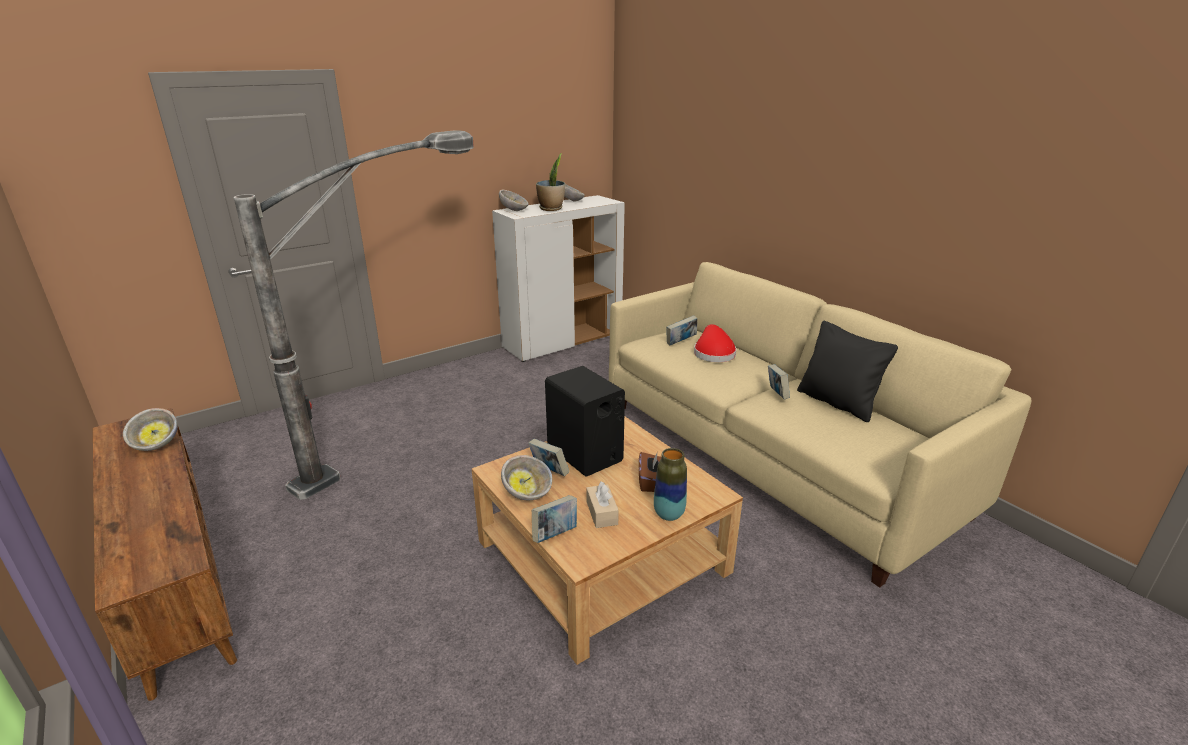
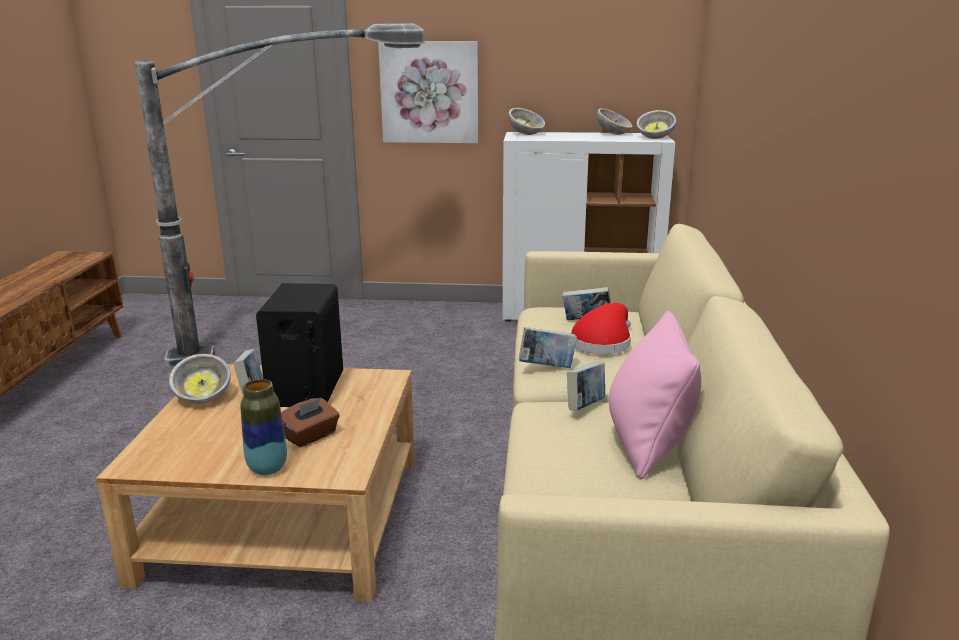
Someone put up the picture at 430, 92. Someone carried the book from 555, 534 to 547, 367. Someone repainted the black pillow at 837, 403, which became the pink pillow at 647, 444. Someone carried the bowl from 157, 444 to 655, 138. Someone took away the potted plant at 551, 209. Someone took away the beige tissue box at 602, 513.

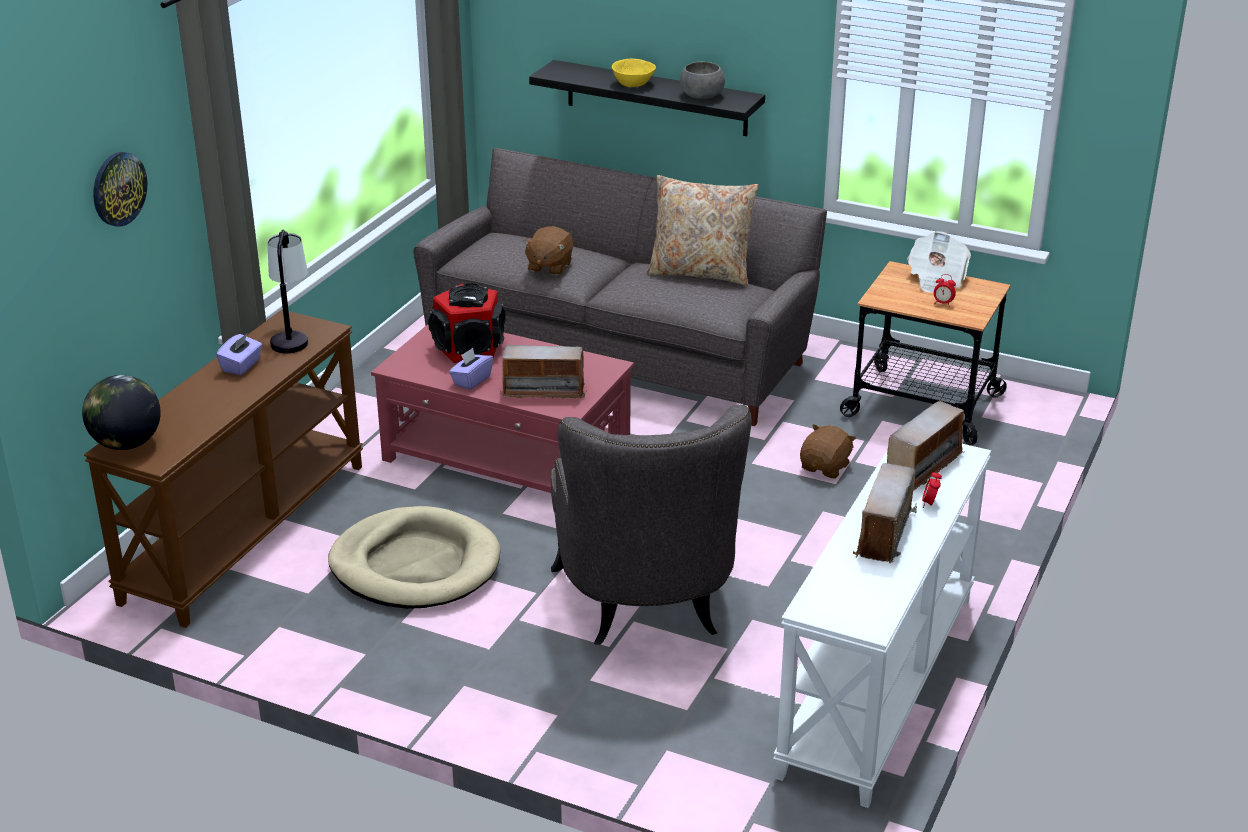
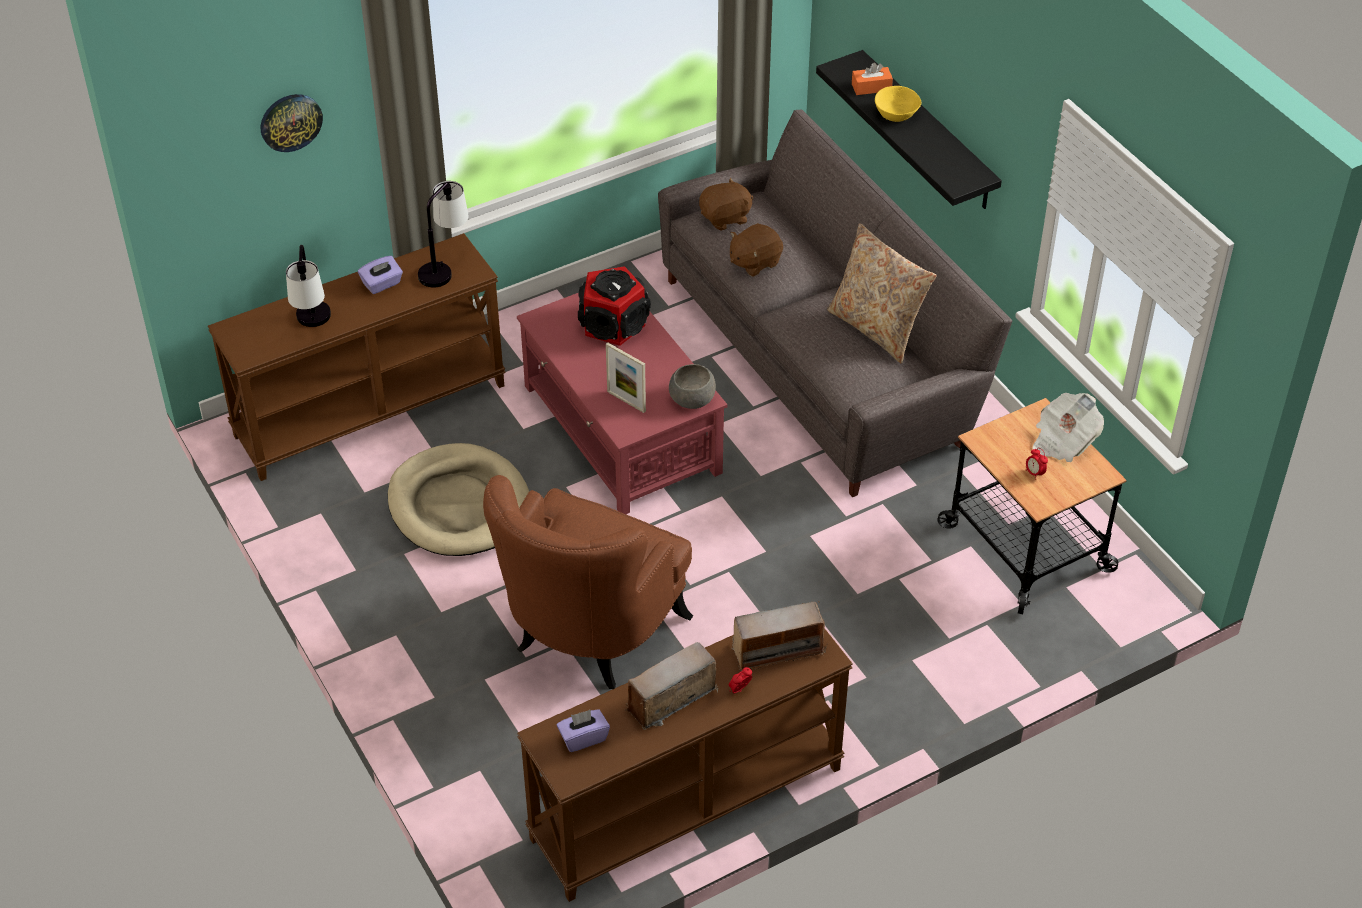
Someone put down the table lamp at 314, 327. Someone repainted the grey armchair at 647, 606, which became the brown armchair at 588, 635. Someone repainted the white console table at 880, 685, which became the brown console table at 687, 805. Someone carried the purple tissue box from 471, 380 to 583, 738. Someone swapped the radio at 544, 390 for the picture frame at 626, 401. Someone carried the grey bowl from 701, 95 to 691, 398. Someone carried the brown plush toy from 825, 467 to 725, 218. Someone put down the orange tissue box at 871, 87. Someone took away the globe at 127, 444.

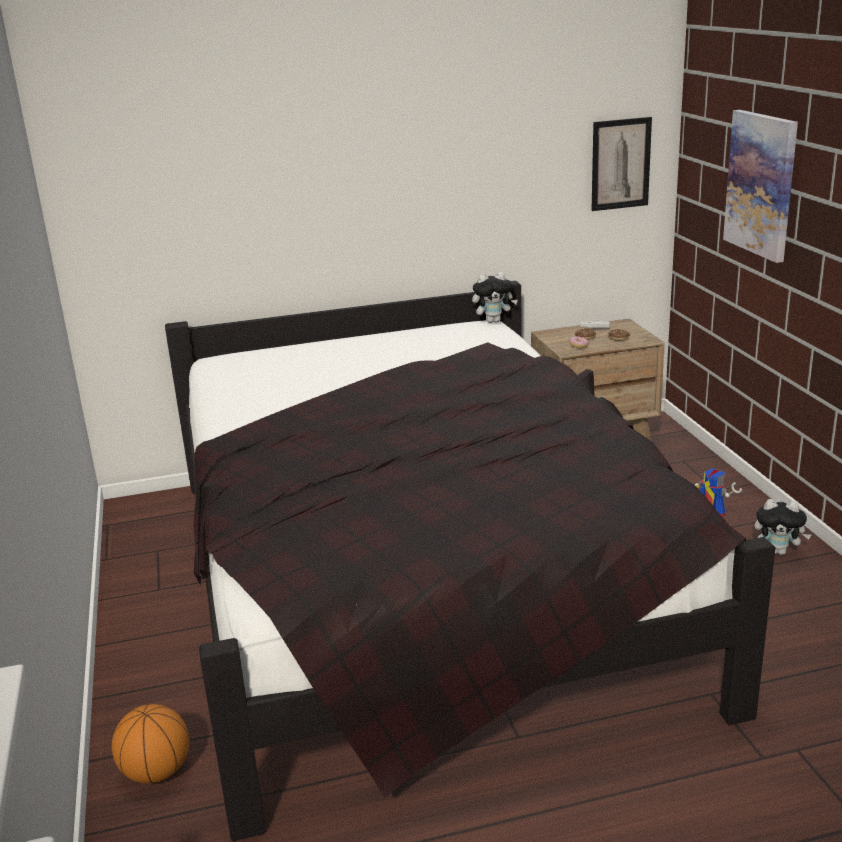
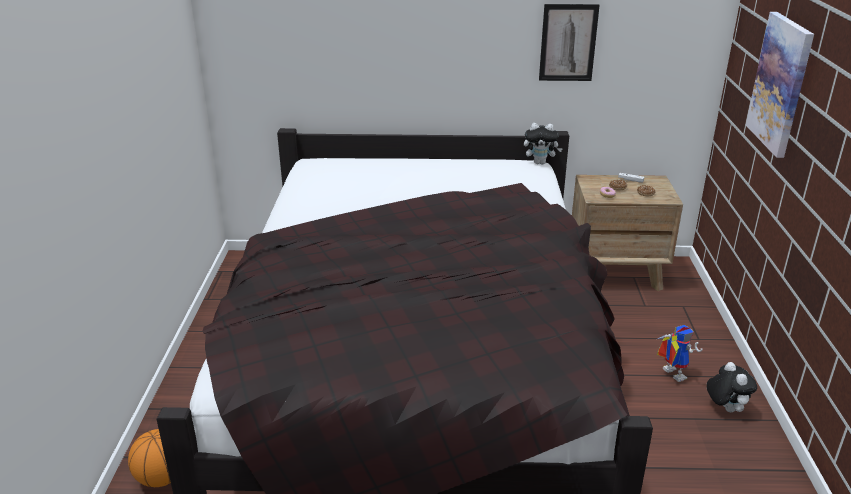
Someone carried the picture from 620, 164 to 568, 43. Someone rotated the plush toy at 778, 551 by 135 degrees counterclockwise.

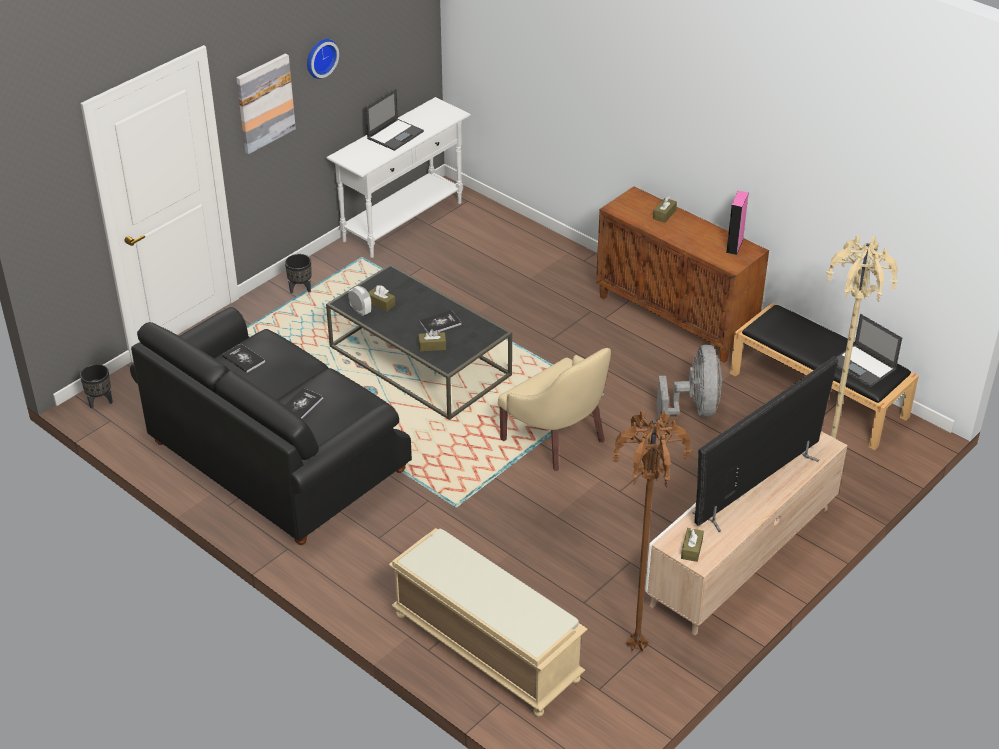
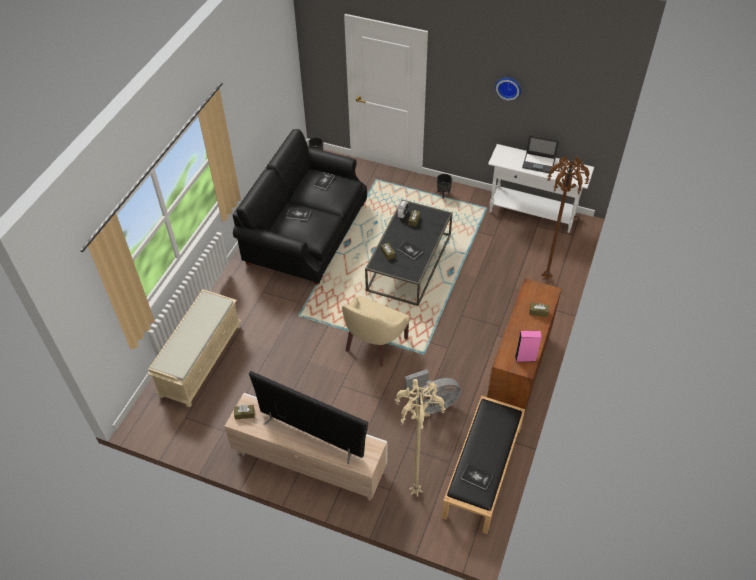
Someone swapped the laptop at 863, 366 for the book at 476, 477. Someone carried the brown floor lamp from 634, 647 to 545, 277. Someone took away the picture at 265, 103.

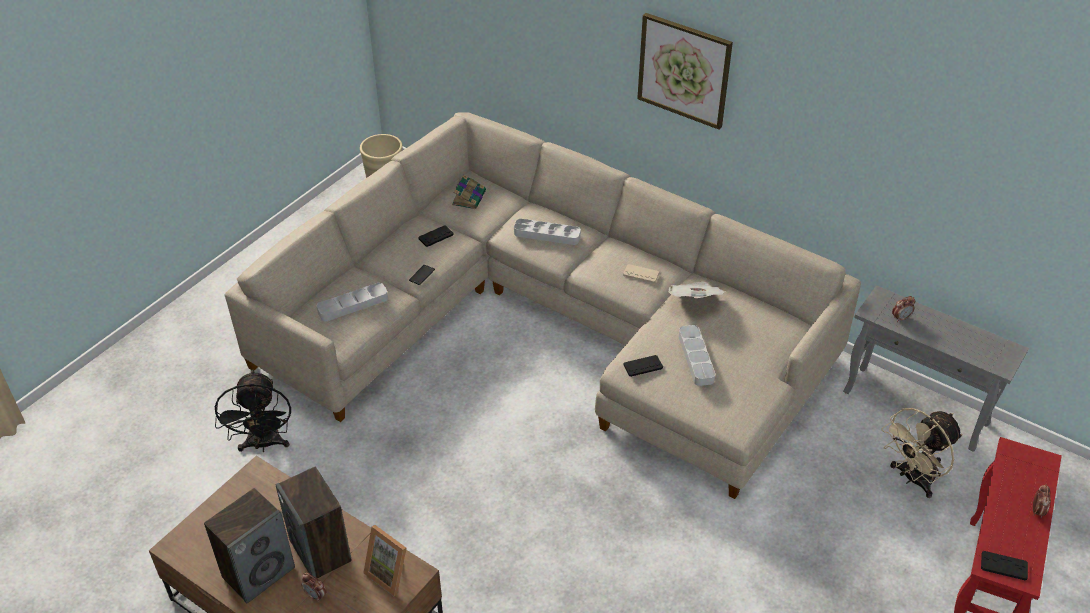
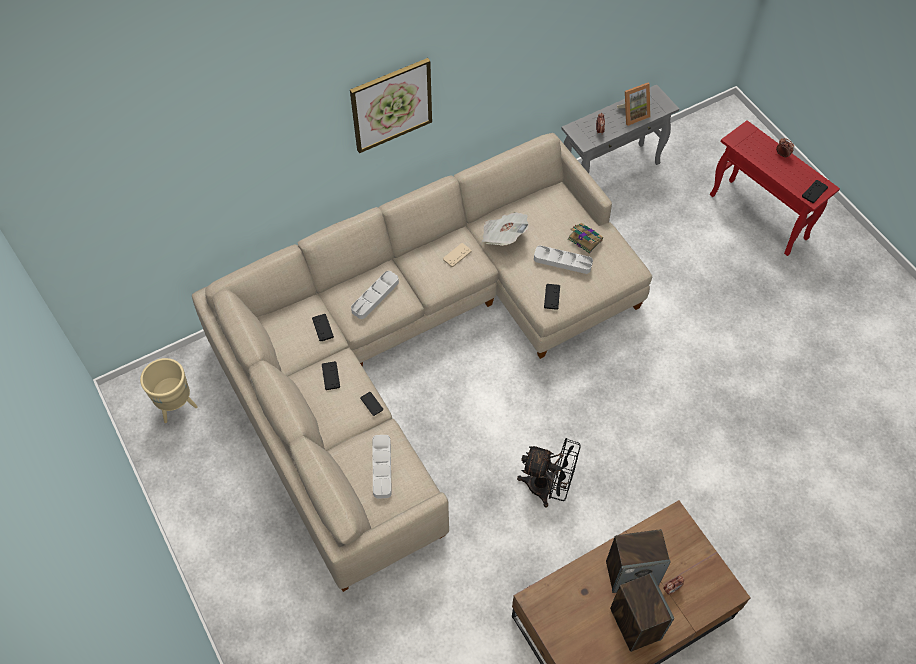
Someone put down the black game controller at 322, 328. Someone carried the black fan from 264, 444 to 548, 487. Someone carried the book from 469, 197 to 584, 239. Someone carried the picture frame from 391, 573 to 633, 114. Someone took away the beige fan at 912, 479.

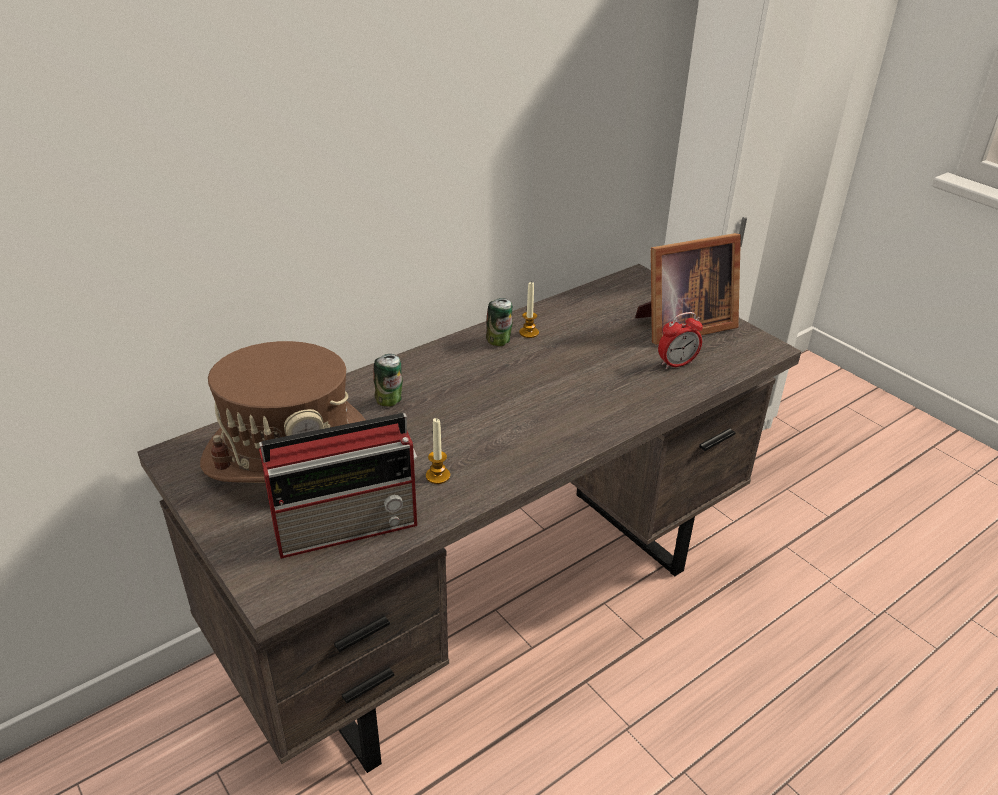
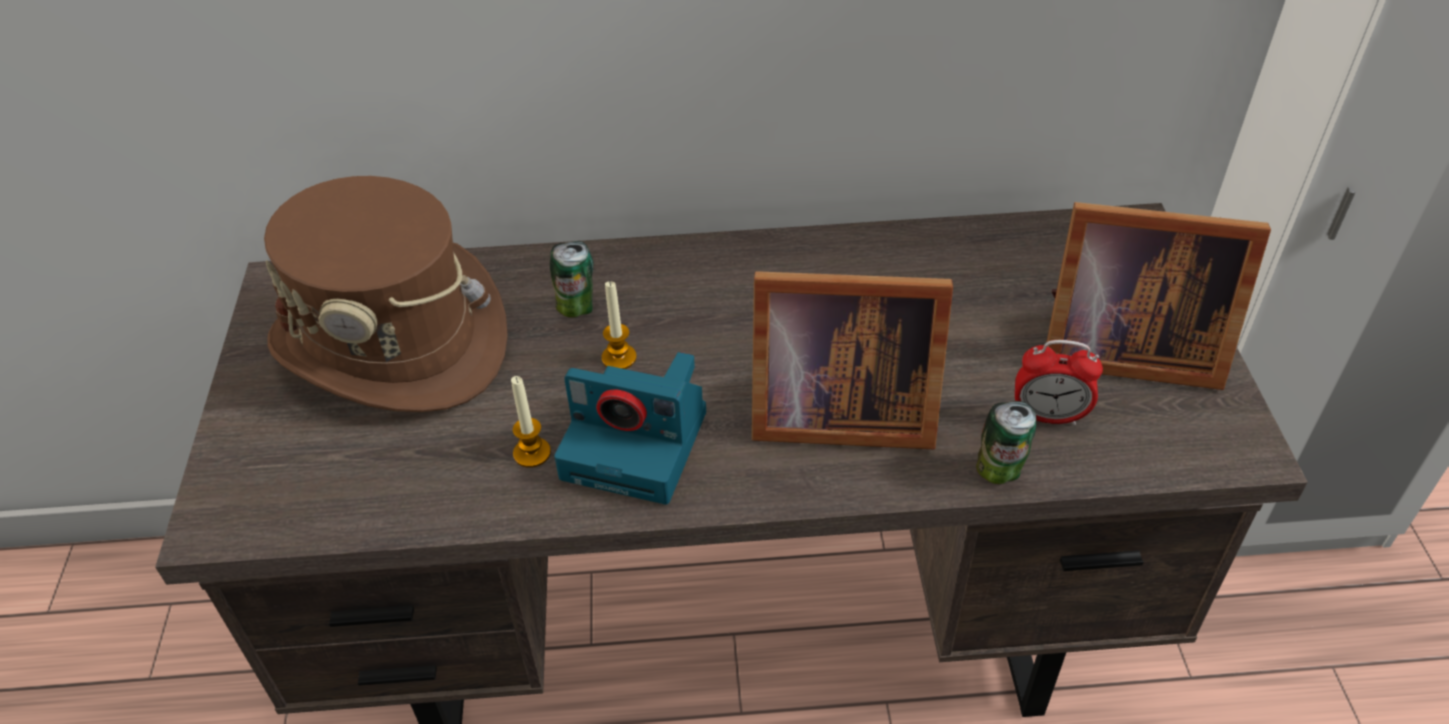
Someone put down the photo camera at 638, 444. Someone carried the candle from 529, 333 to 619, 358. Someone put down the picture frame at 835, 412. Someone carried the can from 499, 341 to 1000, 471. Someone took away the radio at 349, 525.

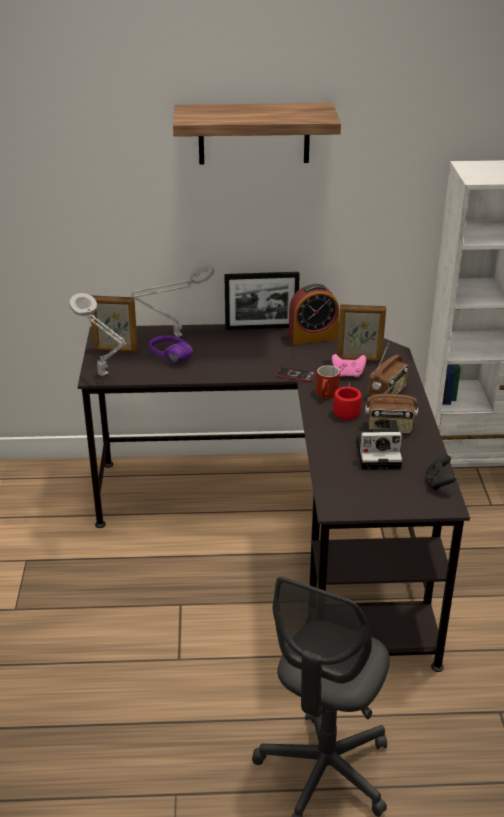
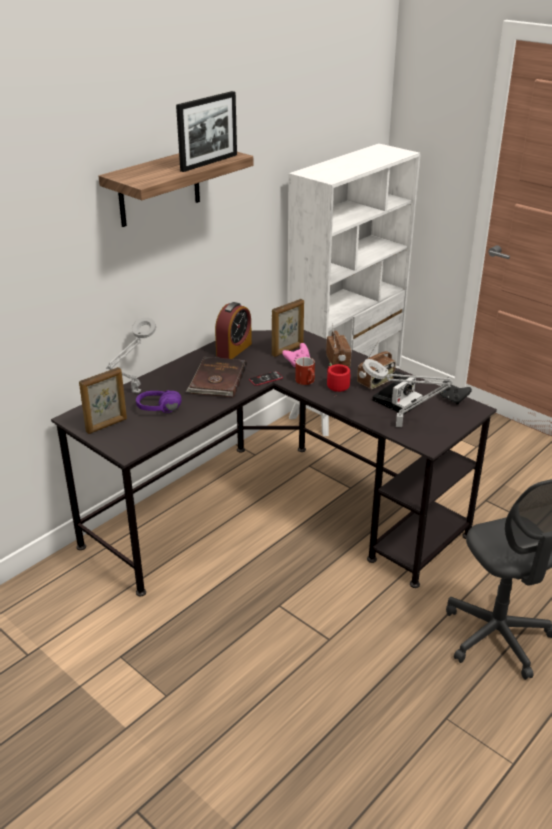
Someone carried the picture frame from 261, 327 to 209, 163. Someone put down the brown book at 217, 380. Someone carried the grey table lamp from 104, 376 to 401, 426.

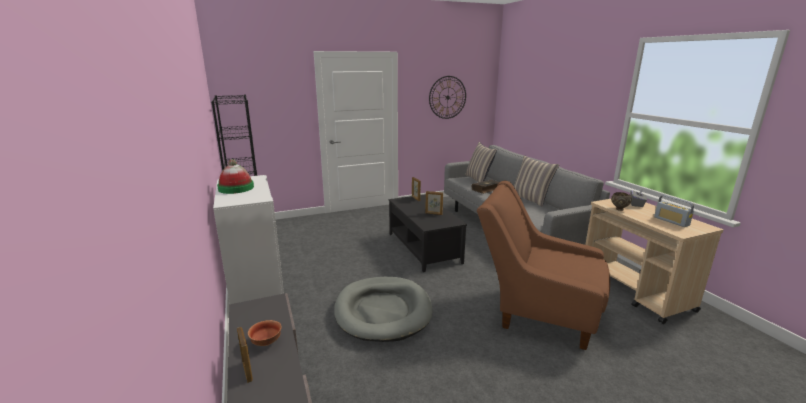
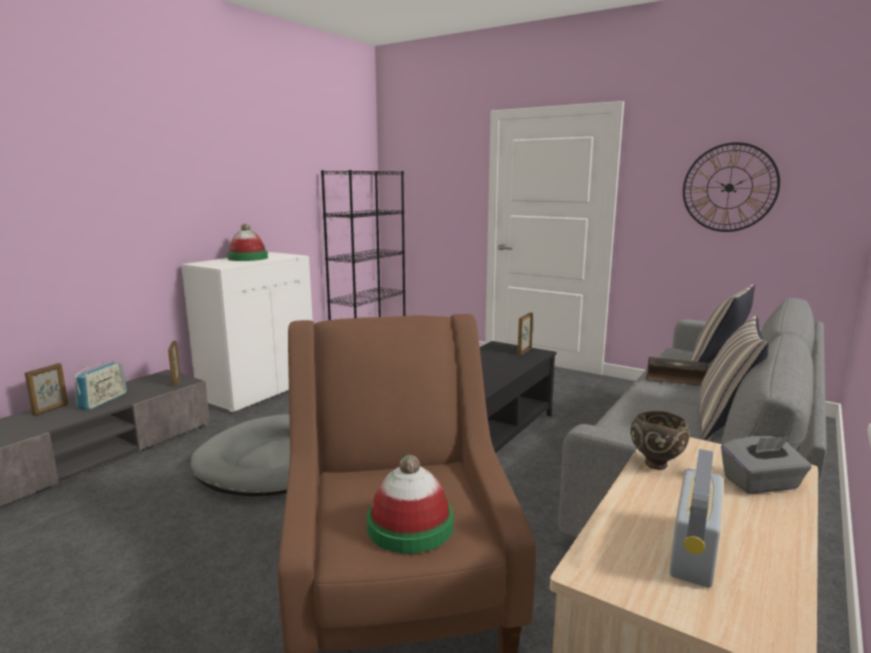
Someone swapped the bowl at 266, 342 for the radio at 103, 401. Someone carried the picture frame from 433, 214 to 176, 381. Someone put down the hat at 410, 525.

